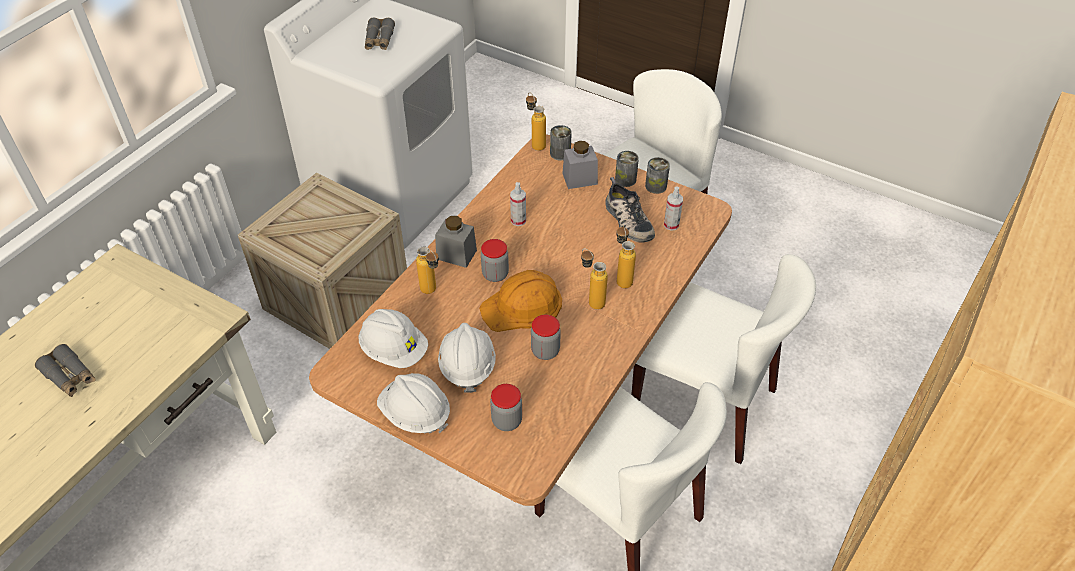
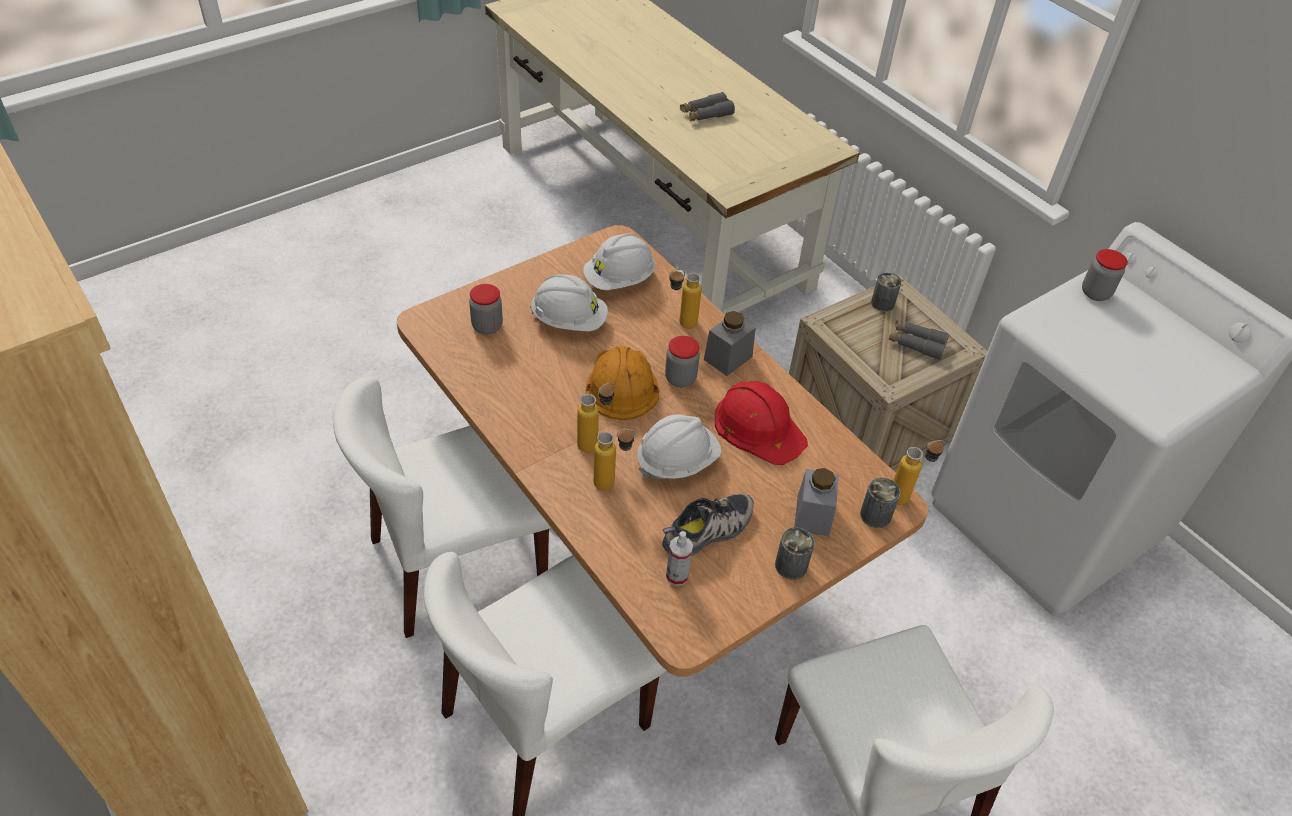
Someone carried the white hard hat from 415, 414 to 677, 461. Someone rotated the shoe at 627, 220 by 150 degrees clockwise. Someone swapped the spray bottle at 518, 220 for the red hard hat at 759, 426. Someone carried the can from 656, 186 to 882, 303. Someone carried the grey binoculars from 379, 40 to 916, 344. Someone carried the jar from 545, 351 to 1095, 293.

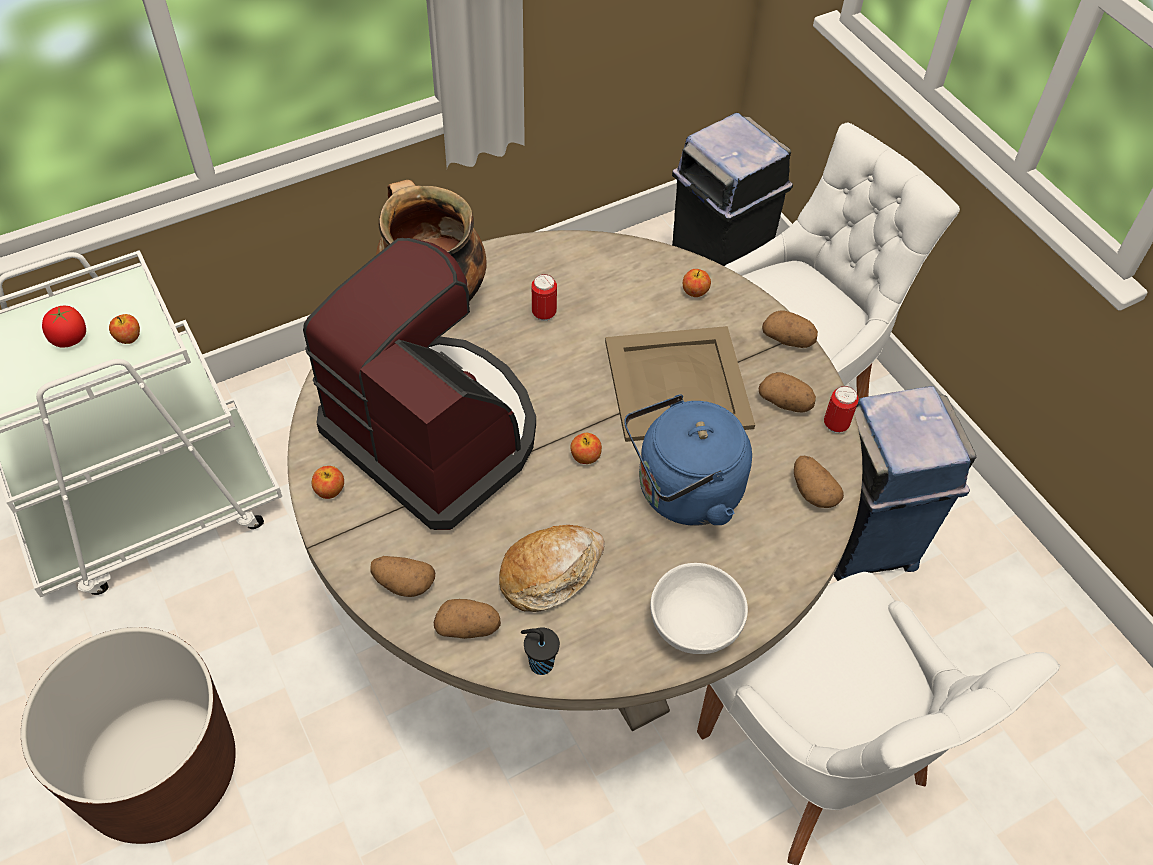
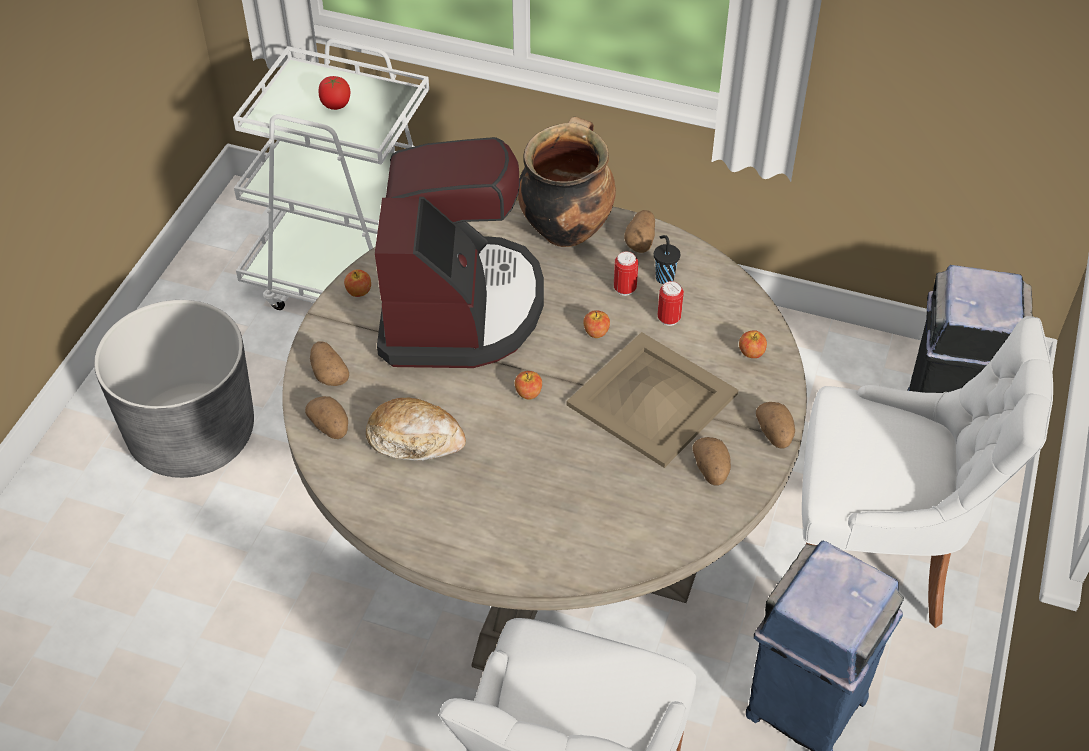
Someone repainted the brown planter at 161, 771, which became the grey planter at 192, 435. Someone carried the apple from 128, 338 to 596, 332. Someone carried the potato from 812, 491 to 641, 241. Someone carried the black cup from 539, 663 to 664, 277. Someone carried the can from 835, 424 to 669, 319. Someone took away the blue kettle at 683, 493. Someone took away the white bowl at 695, 628.

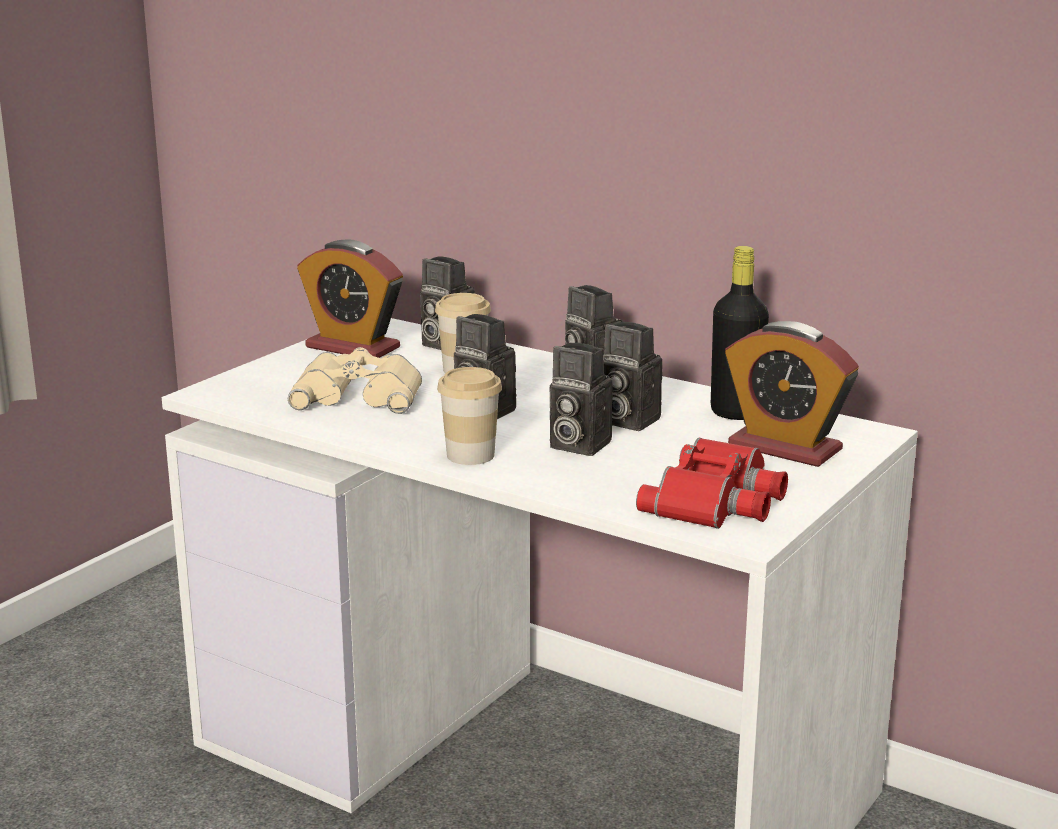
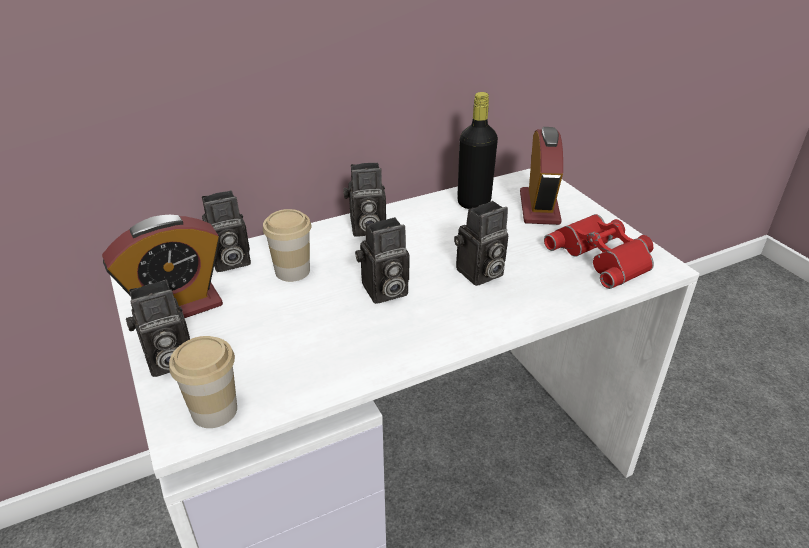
Someone carried the photo camera from 625, 420 to 167, 361. Someone carried the cup from 470, 455 to 214, 410. Someone rotated the alarm clock at 784, 448 by 60 degrees counterclockwise. Someone took away the beige binoculars at 360, 395.

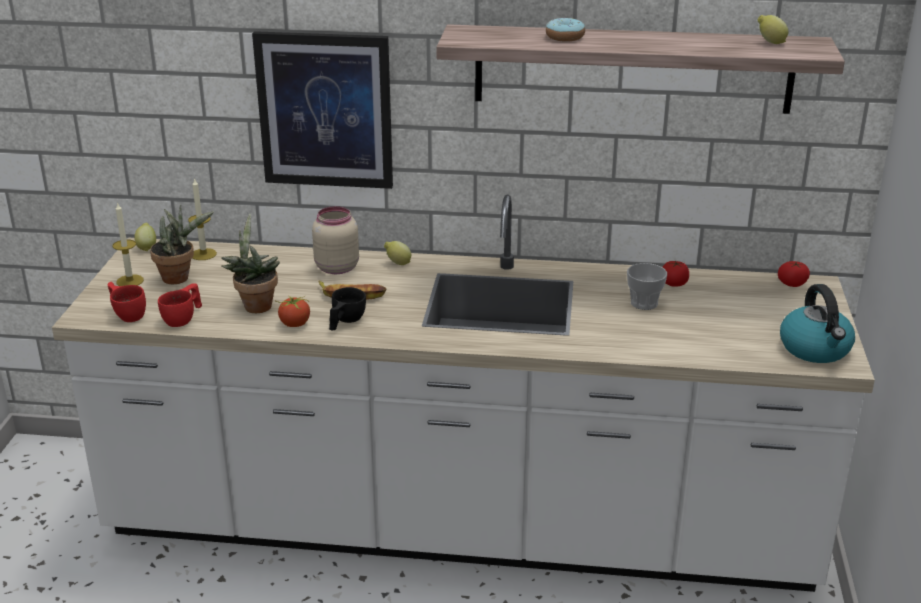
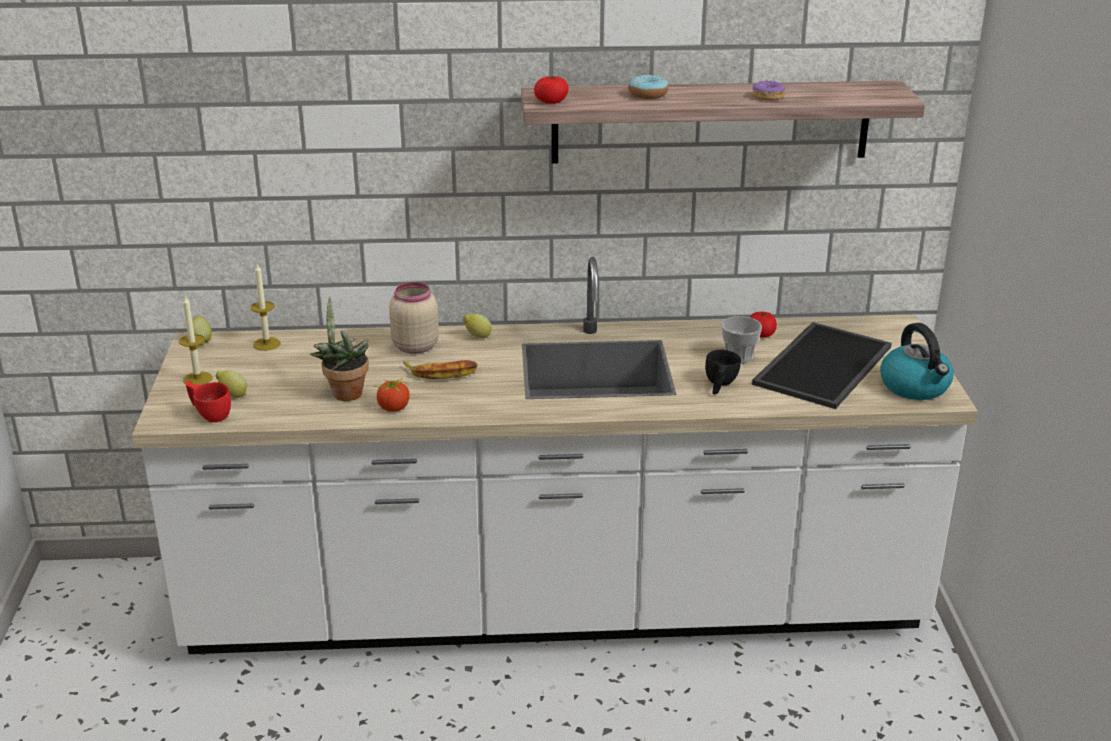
Someone carried the lemon from 770, 43 to 232, 395. Someone carried the tomato from 792, 283 to 551, 101. Someone carried the black cup from 345, 322 to 719, 385. Someone put down the tray at 821, 364. Someone put down the donut at 767, 97. Someone took away the potted plant at 180, 277. Someone took away the red cup at 184, 318. Someone took away the picture at 325, 110.

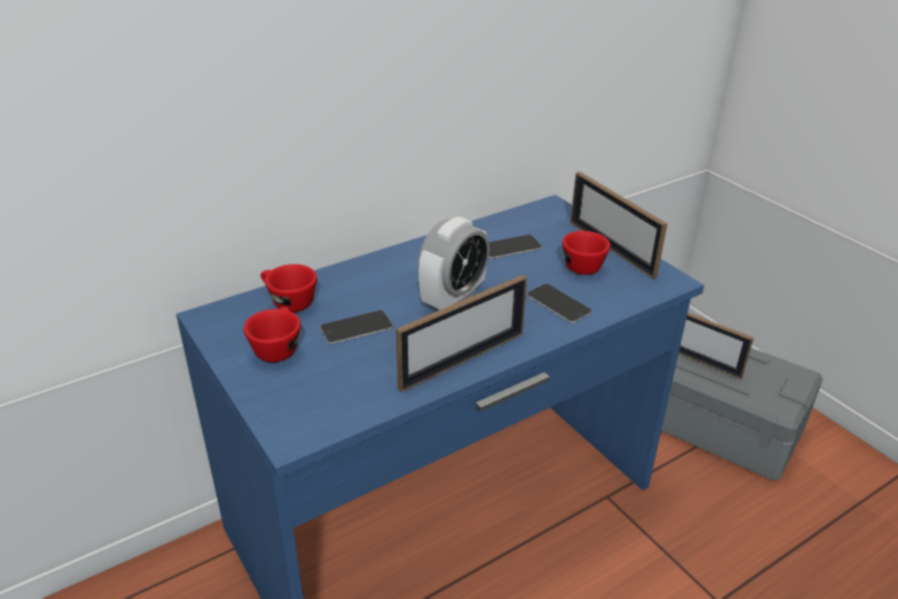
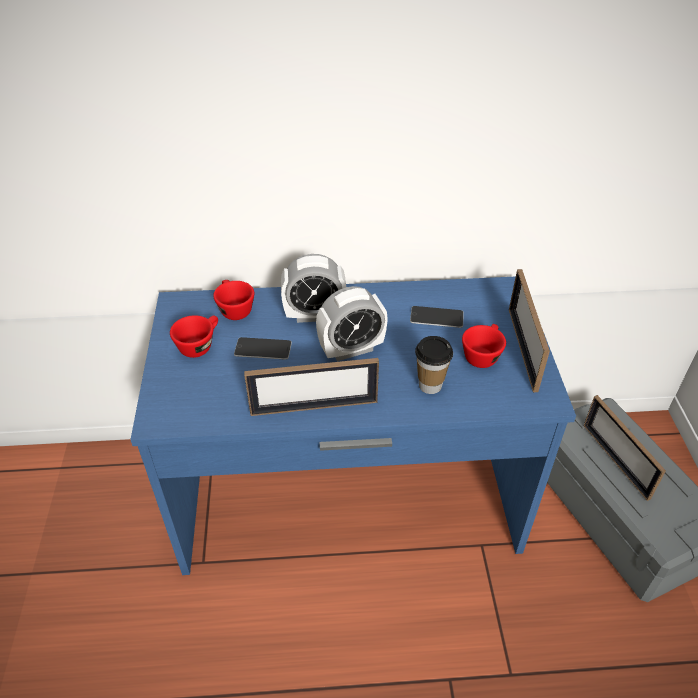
Someone put down the alarm clock at 315, 315. Someone swapped the phone at 558, 303 for the cup at 430, 385.

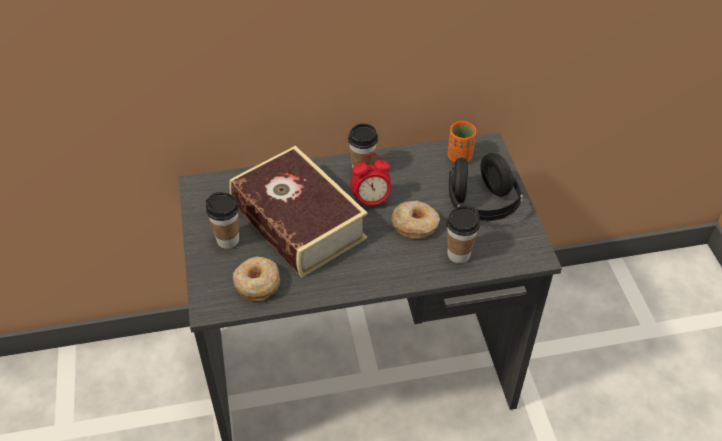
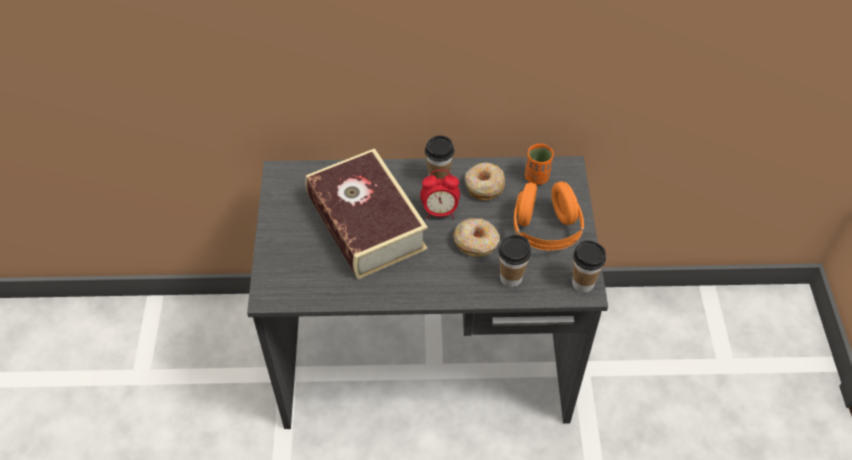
Someone carried the donut from 257, 283 to 484, 186. Someone repainted the black headphones at 481, 205, which became the orange headphones at 545, 230. Someone carried the cup from 228, 240 to 583, 283.

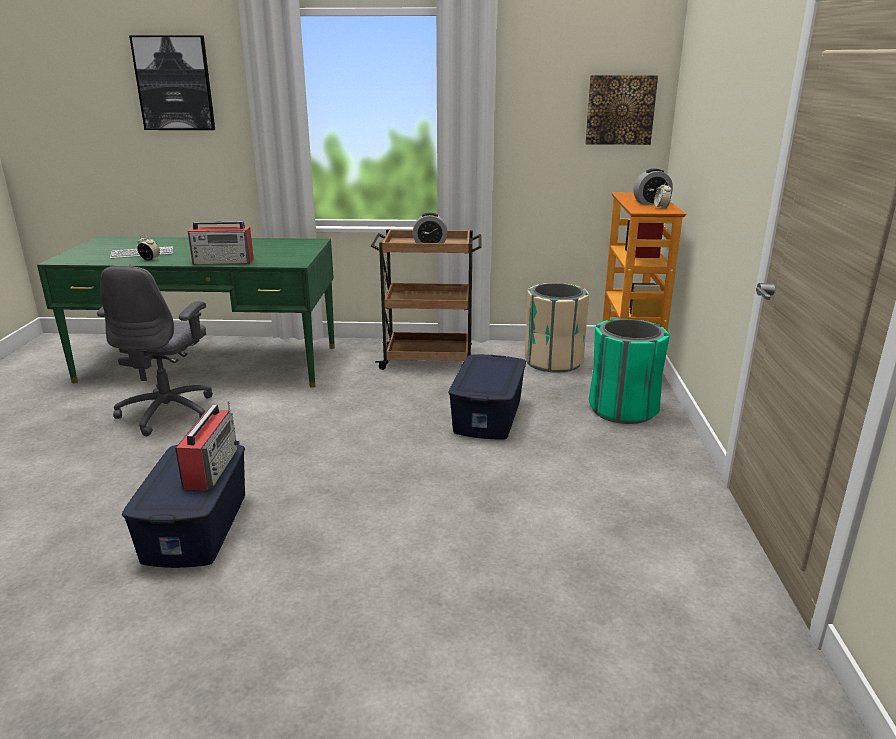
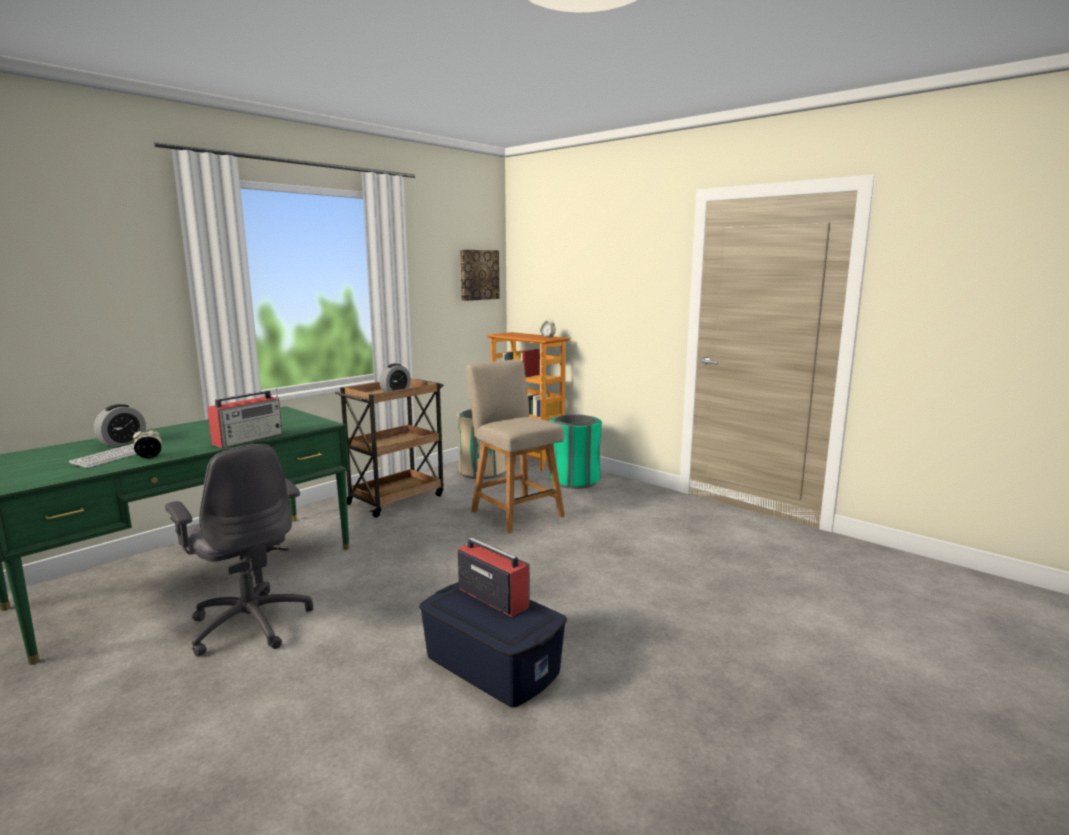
Someone carried the alarm clock from 651, 203 to 122, 442. Someone swapped the blue storage box at 488, 415 for the beige chair at 515, 512. Someone took away the picture at 174, 83.

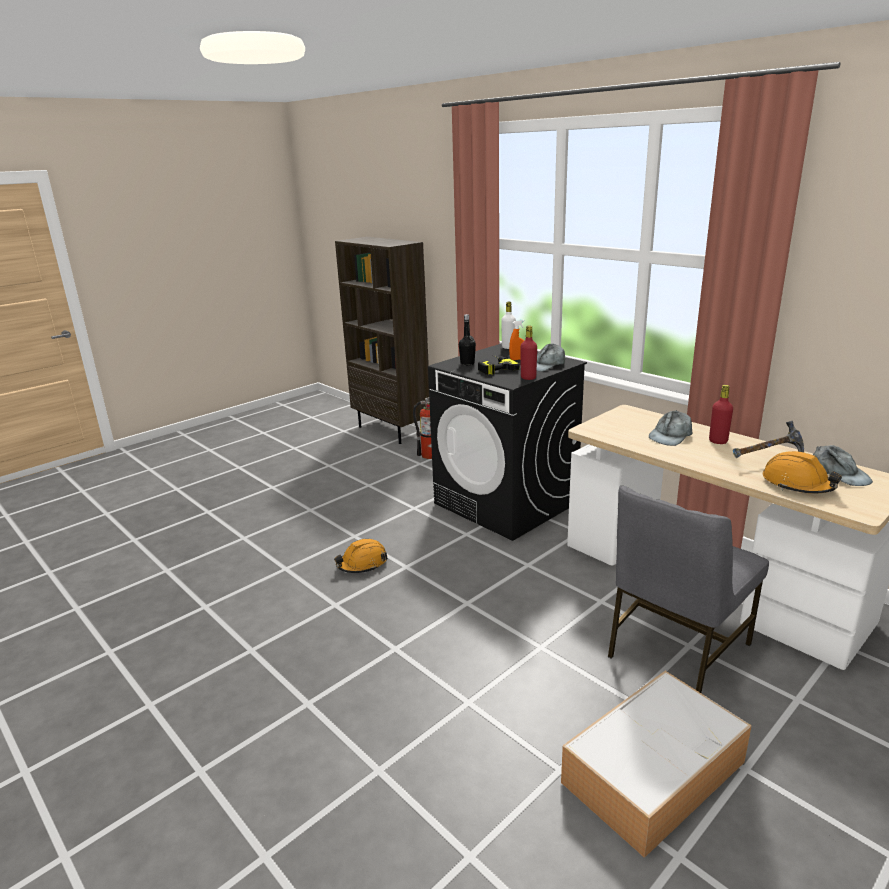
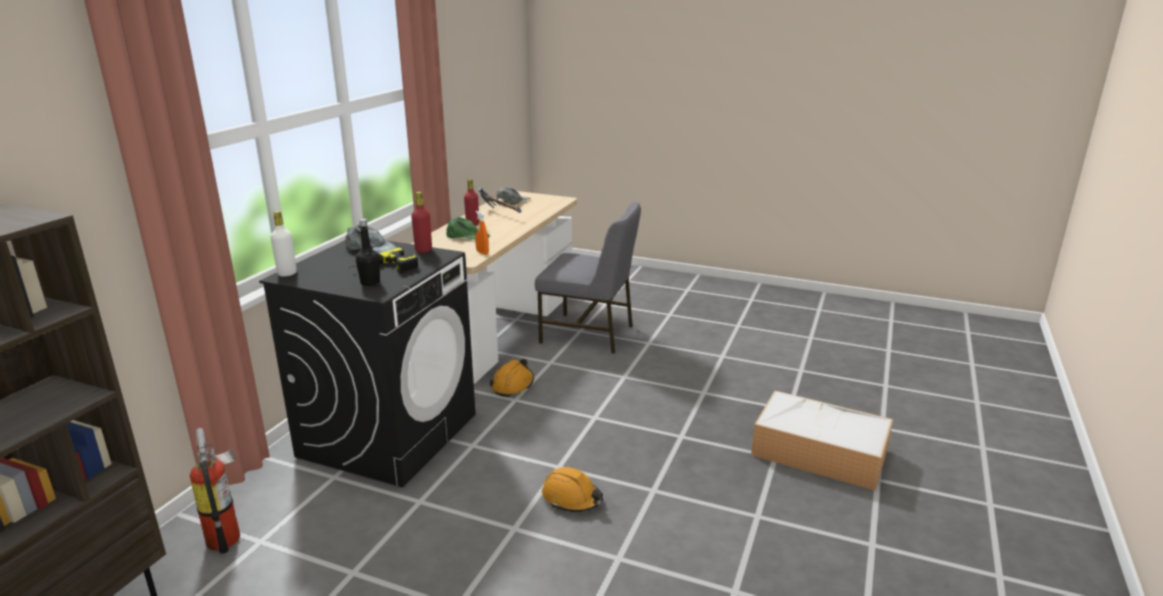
Someone repainted the grey cap at 670, 435, which became the green cap at 467, 236. Someone carried the orange spray bottle from 517, 359 to 482, 252. Someone carried the orange hard hat from 797, 484 to 512, 385. Someone carried the storage box from 654, 770 to 817, 452.

